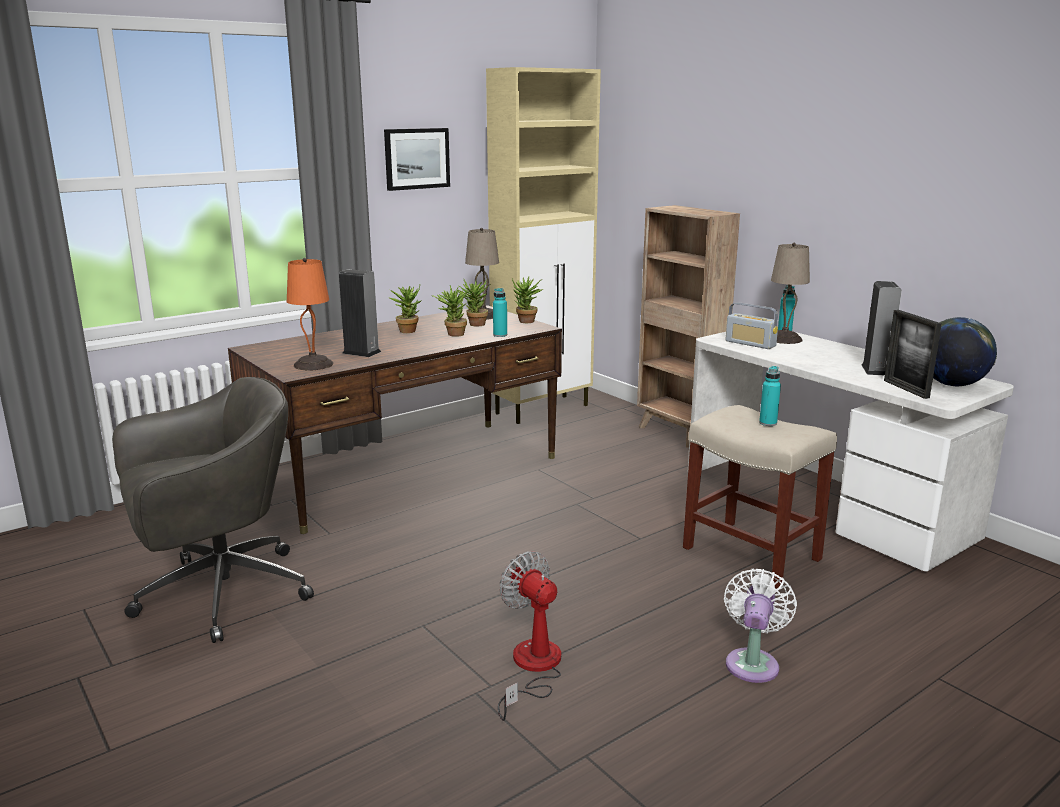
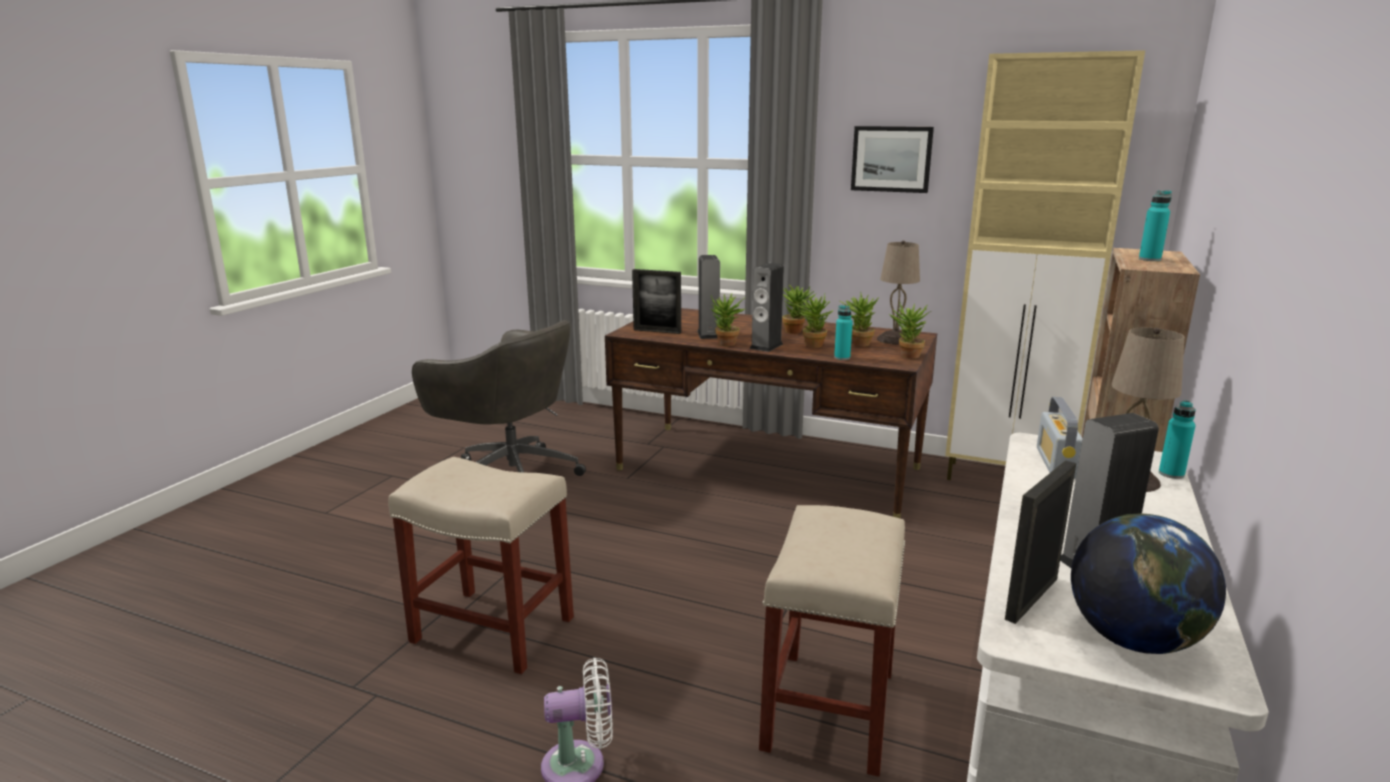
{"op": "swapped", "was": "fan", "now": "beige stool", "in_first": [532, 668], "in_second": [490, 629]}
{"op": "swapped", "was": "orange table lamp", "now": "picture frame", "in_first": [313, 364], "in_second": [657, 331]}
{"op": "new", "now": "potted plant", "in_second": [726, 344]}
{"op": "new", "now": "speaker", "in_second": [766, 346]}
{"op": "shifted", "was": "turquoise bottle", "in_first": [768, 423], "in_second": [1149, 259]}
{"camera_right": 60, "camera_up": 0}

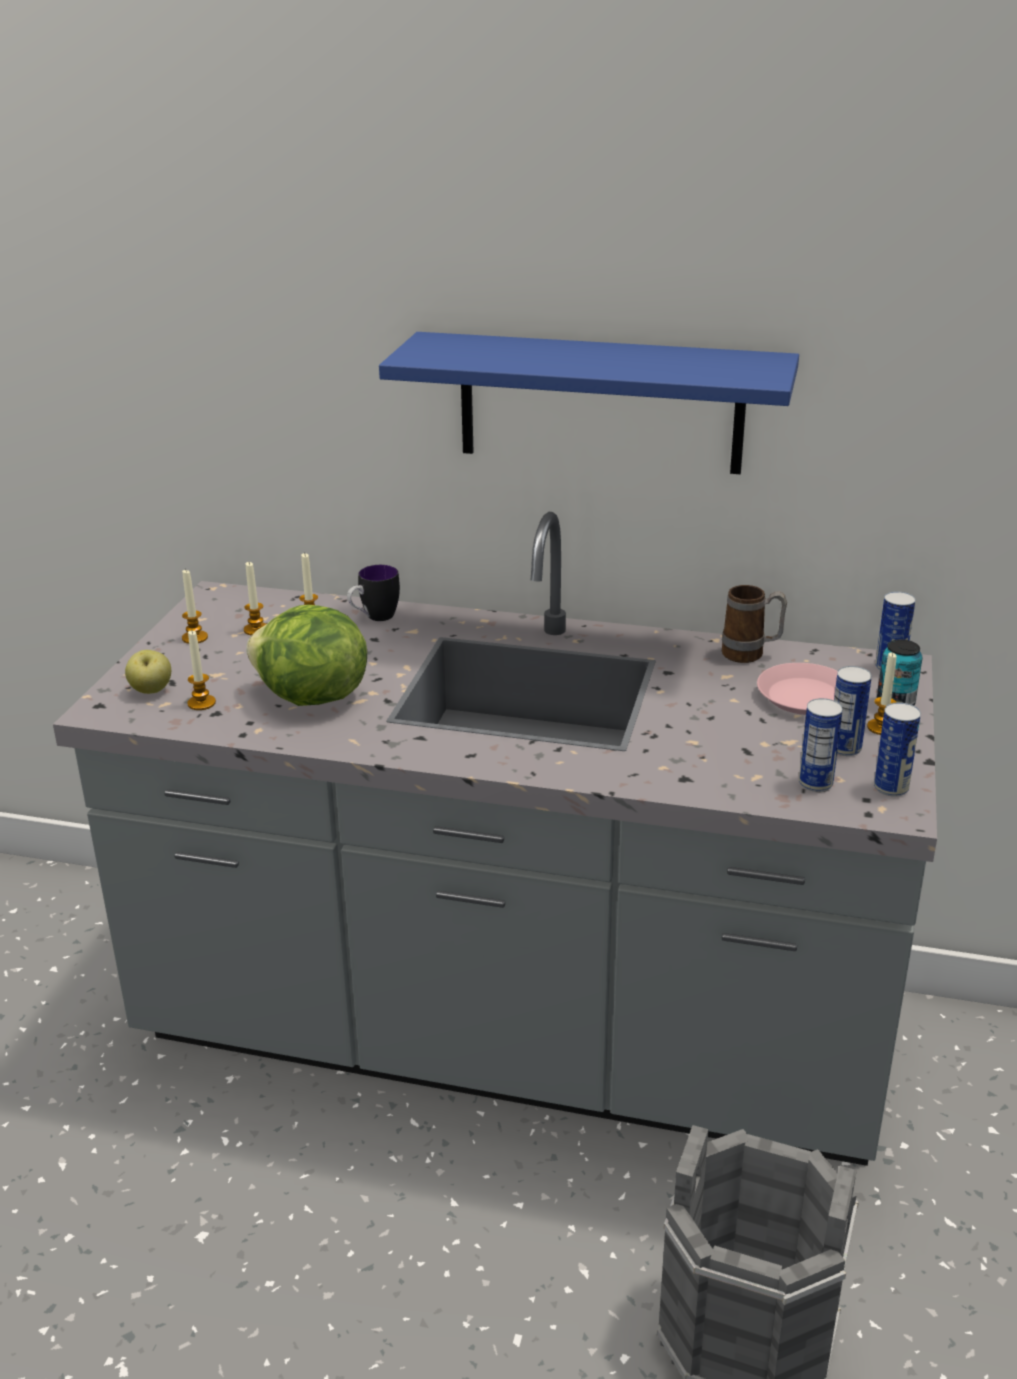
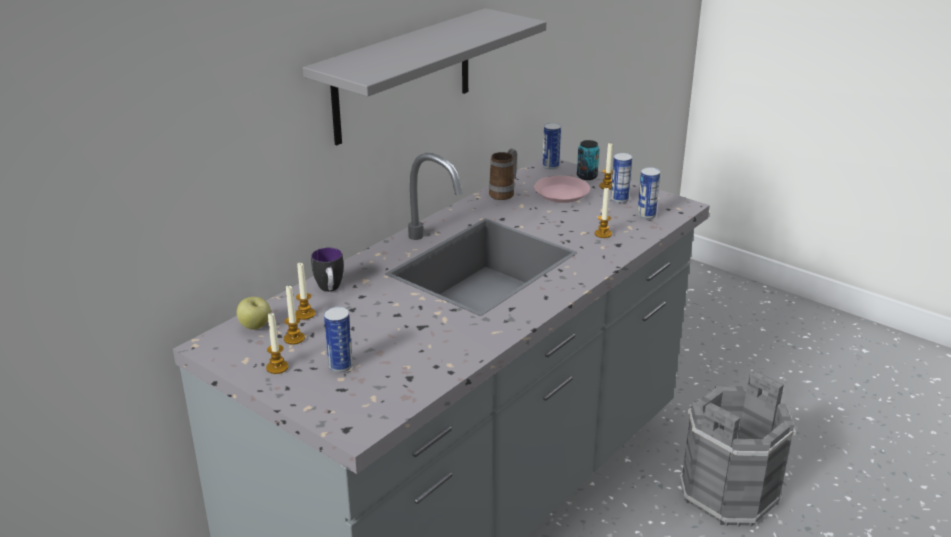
{"op": "shifted", "was": "apple", "in_first": [151, 691], "in_second": [255, 327]}
{"op": "repainted", "was": "blue shelf", "now": "grey shelf", "in_first": [600, 403], "in_second": [403, 76]}
{"op": "shifted", "was": "can", "in_first": [891, 788], "in_second": [340, 366]}
{"op": "shifted", "was": "candle", "in_first": [201, 703], "in_second": [603, 234]}
{"op": "gone", "was": "lettuce", "in_first": [311, 698]}
{"camera_right": -65, "camera_up": 0}

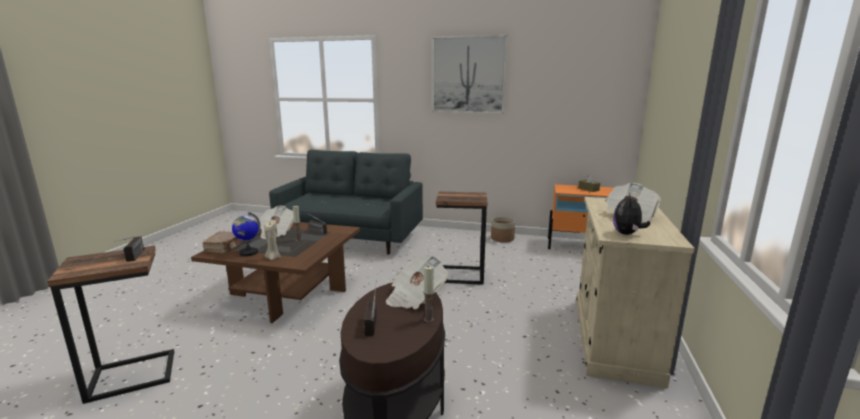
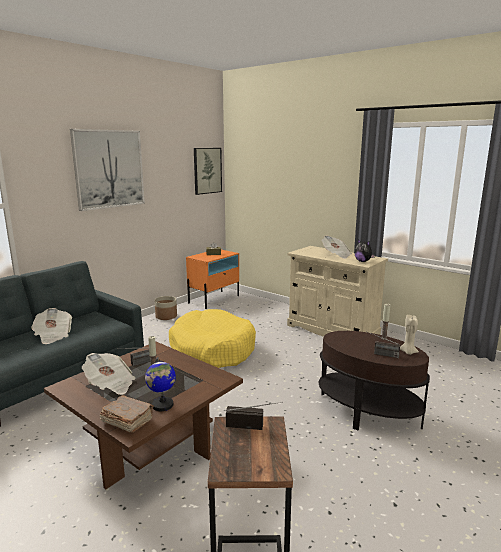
{"op": "shifted", "was": "newspaper", "in_first": [415, 297], "in_second": [53, 335]}
{"op": "swapped", "was": "side table", "now": "yellow dog bed", "in_first": [460, 276], "in_second": [212, 349]}
{"op": "new", "now": "picture", "in_second": [207, 170]}
{"op": "shifted", "was": "beige candle", "in_first": [273, 258], "in_second": [408, 352]}
{"camera_right": -65, "camera_up": 0}

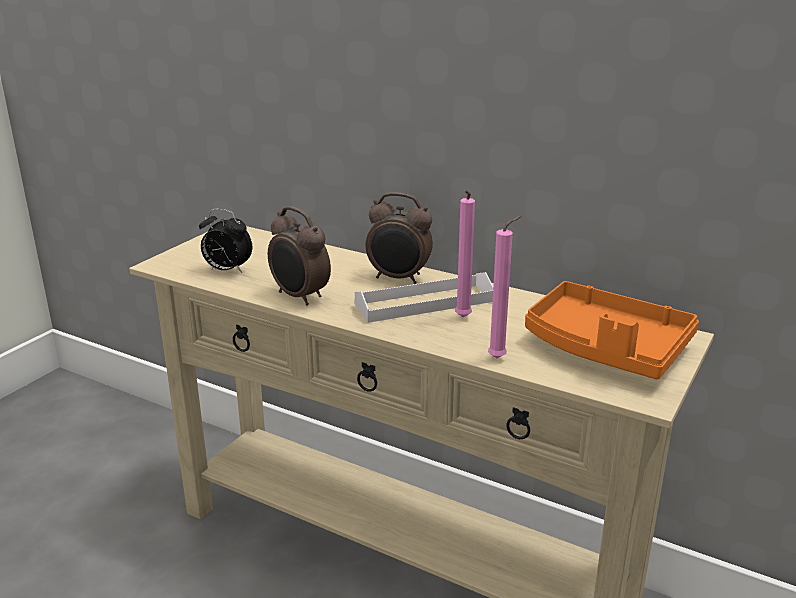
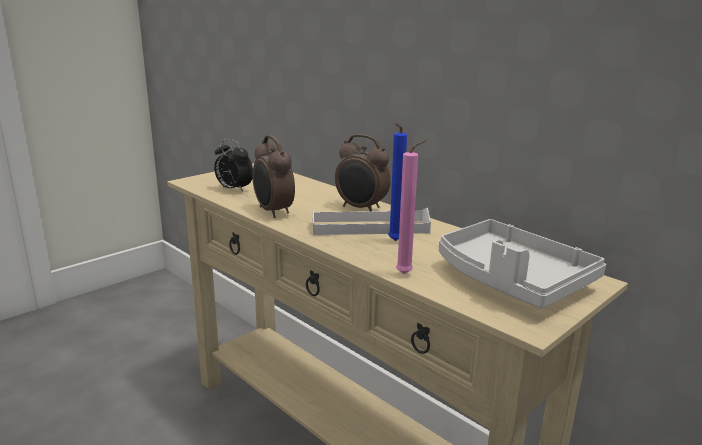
{"op": "repainted", "was": "pink candle", "now": "blue candle", "in_first": [462, 318], "in_second": [394, 241]}
{"op": "repainted", "was": "orange tray", "now": "grey tray", "in_first": [605, 348], "in_second": [510, 280]}
{"camera_right": 15, "camera_up": -5}

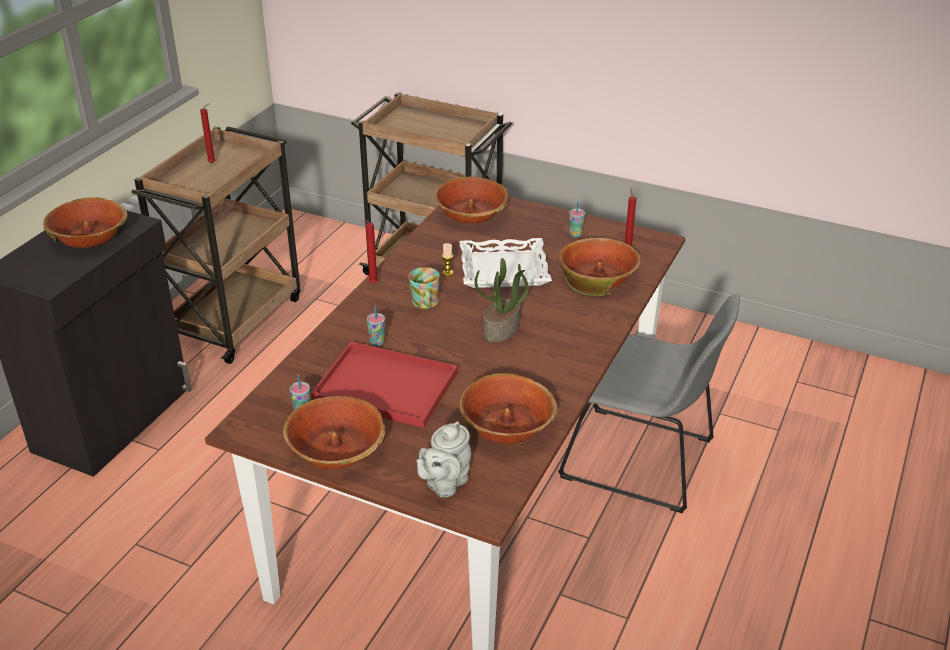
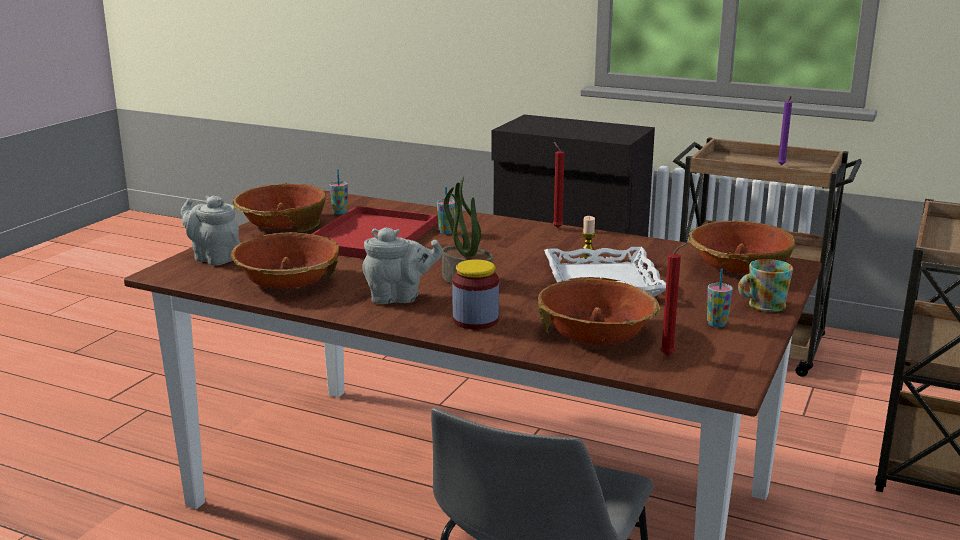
{"op": "new", "now": "grey teapot", "in_second": [399, 298]}
{"op": "new", "now": "jar", "in_second": [475, 320]}
{"op": "shifted", "was": "mug", "in_first": [425, 304], "in_second": [761, 305]}
{"op": "repainted", "was": "red candle", "now": "purple candle", "in_first": [213, 163], "in_second": [781, 165]}
{"op": "gone", "was": "bowl", "in_first": [90, 238]}
{"camera_right": 90, "camera_up": -15}

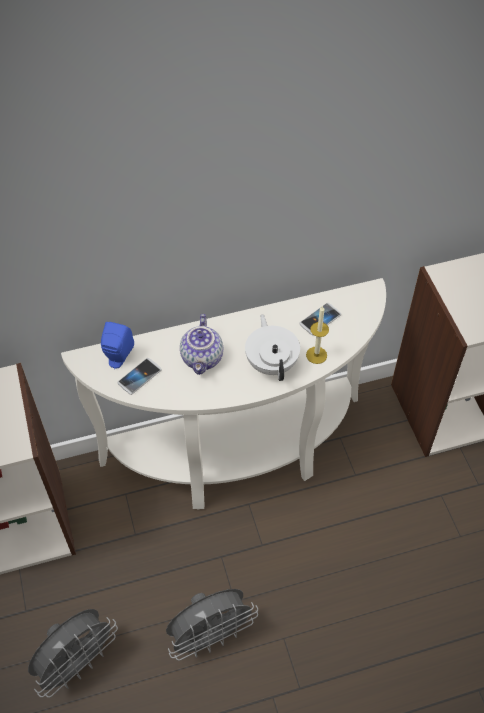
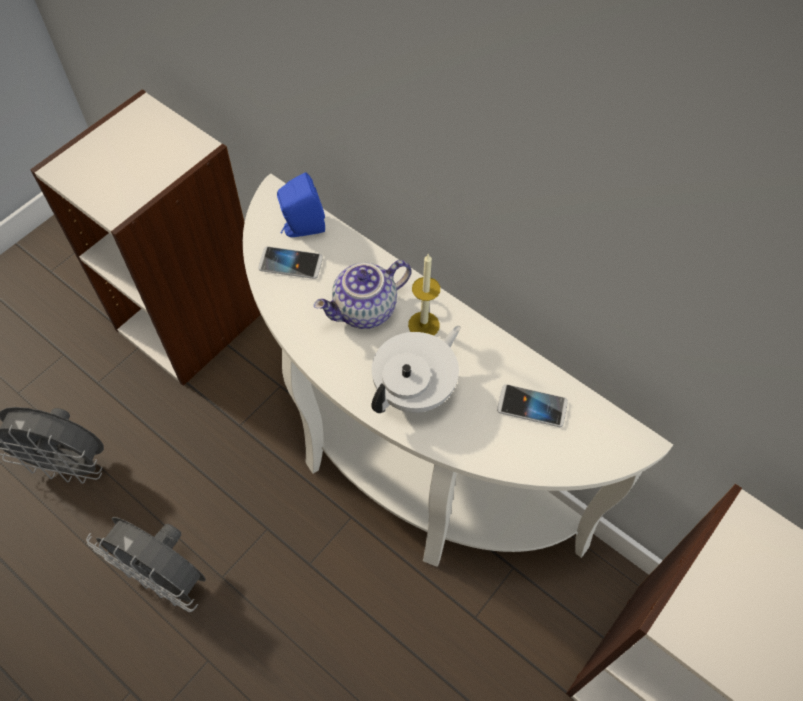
{"op": "shifted", "was": "candle", "in_first": [316, 355], "in_second": [423, 325]}
{"camera_right": 55, "camera_up": 5}

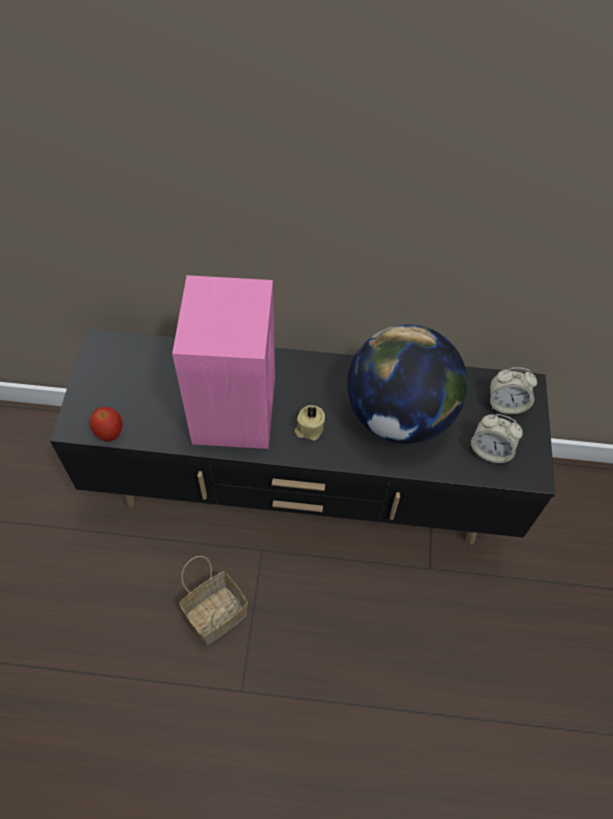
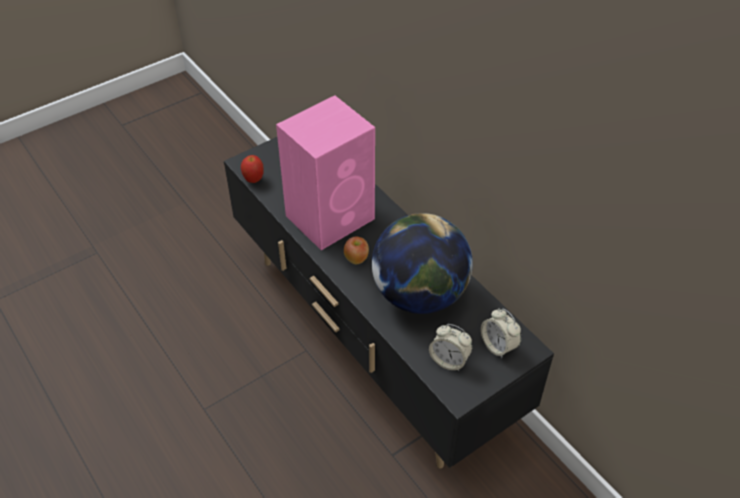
{"op": "swapped", "was": "beige candle", "now": "apple", "in_first": [309, 429], "in_second": [356, 259]}
{"op": "rotated", "was": "alarm clock", "in_first": [490, 450], "in_second": [449, 360], "clockwise": -45}
{"op": "gone", "was": "basket", "in_first": [217, 613]}
{"camera_right": 50, "camera_up": -10}

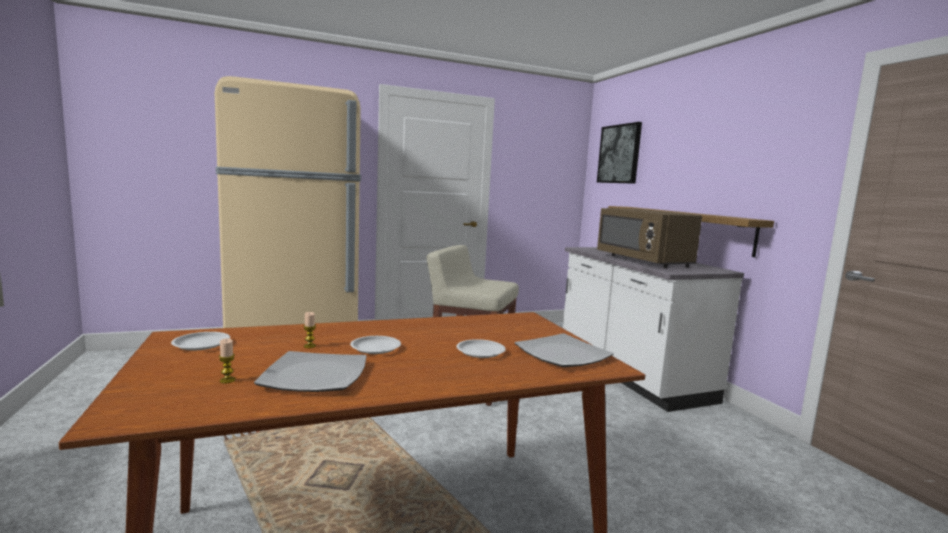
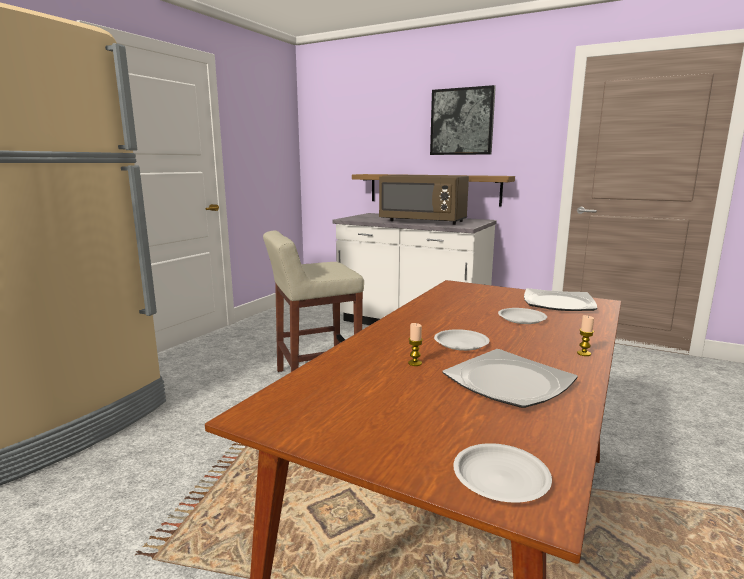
{"op": "shifted", "was": "picture", "in_first": [619, 154], "in_second": [462, 122]}
{"op": "shifted", "was": "white plate", "in_first": [202, 344], "in_second": [500, 477]}
{"op": "shifted", "was": "candle", "in_first": [227, 380], "in_second": [583, 353]}
{"camera_right": -40, "camera_up": 5}

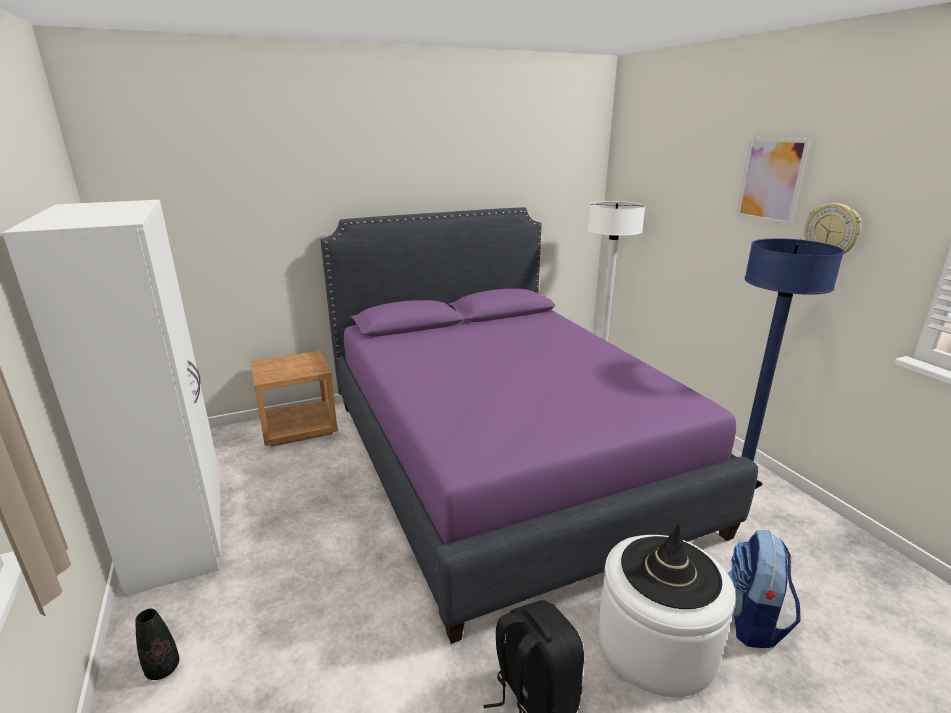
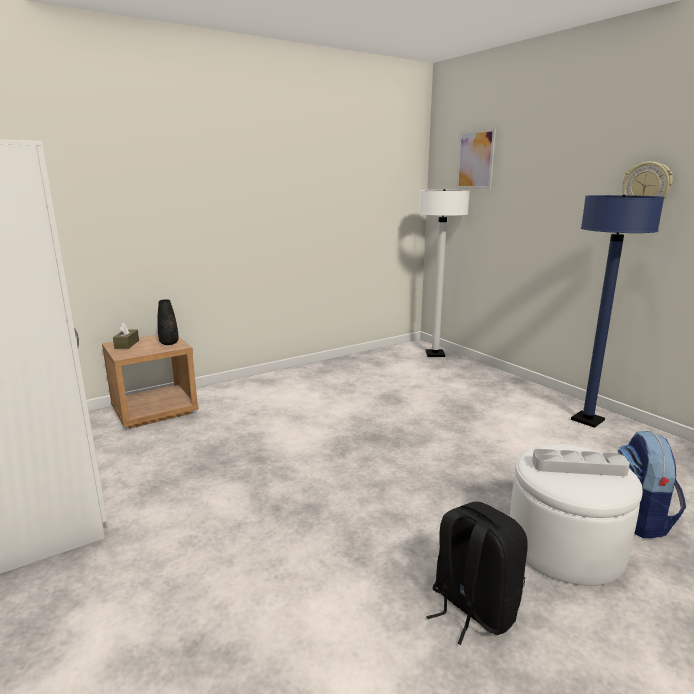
{"op": "new", "now": "brown tissue box", "in_second": [127, 344]}
{"op": "shifted", "was": "black vase", "in_first": [163, 669], "in_second": [169, 343]}
{"op": "shifted", "was": "picture", "in_first": [771, 180], "in_second": [475, 159]}
{"op": "swapped", "was": "black hat", "now": "grey tray", "in_first": [670, 571], "in_second": [578, 467]}
{"op": "gone", "was": "purple bed", "in_first": [503, 460]}
{"camera_right": -10, "camera_up": -5}

